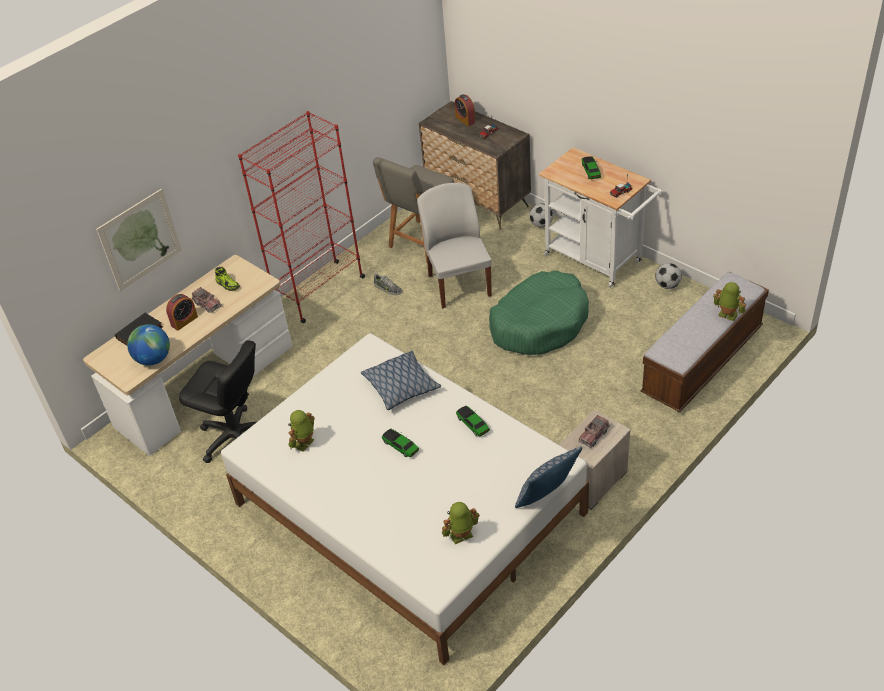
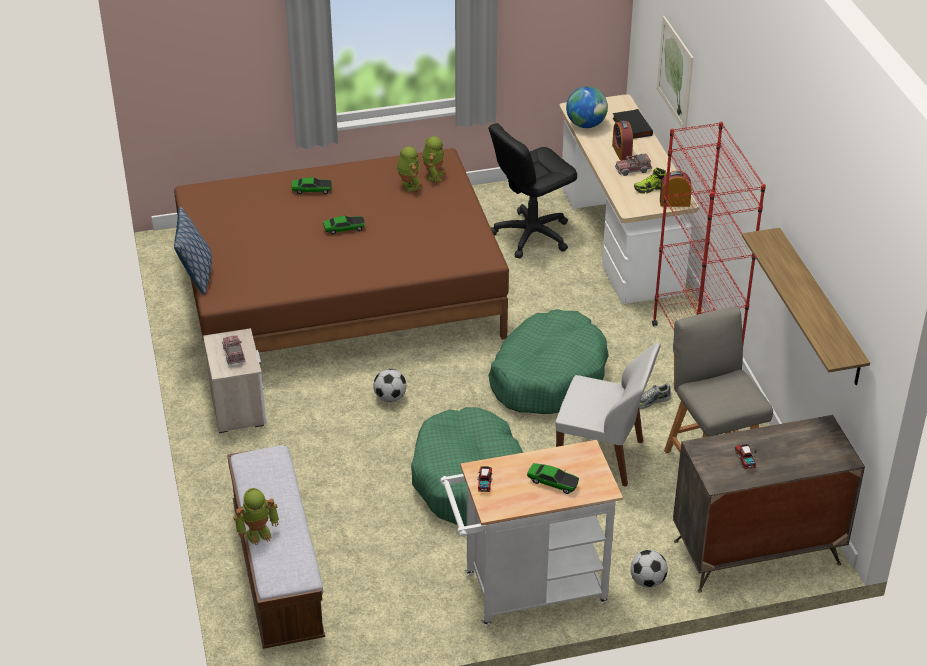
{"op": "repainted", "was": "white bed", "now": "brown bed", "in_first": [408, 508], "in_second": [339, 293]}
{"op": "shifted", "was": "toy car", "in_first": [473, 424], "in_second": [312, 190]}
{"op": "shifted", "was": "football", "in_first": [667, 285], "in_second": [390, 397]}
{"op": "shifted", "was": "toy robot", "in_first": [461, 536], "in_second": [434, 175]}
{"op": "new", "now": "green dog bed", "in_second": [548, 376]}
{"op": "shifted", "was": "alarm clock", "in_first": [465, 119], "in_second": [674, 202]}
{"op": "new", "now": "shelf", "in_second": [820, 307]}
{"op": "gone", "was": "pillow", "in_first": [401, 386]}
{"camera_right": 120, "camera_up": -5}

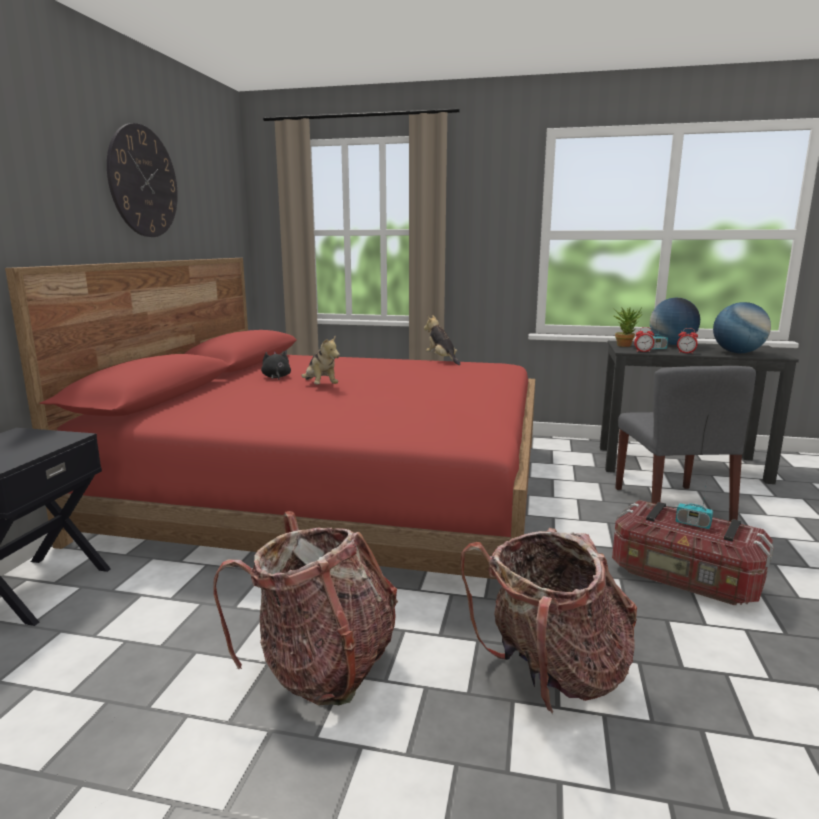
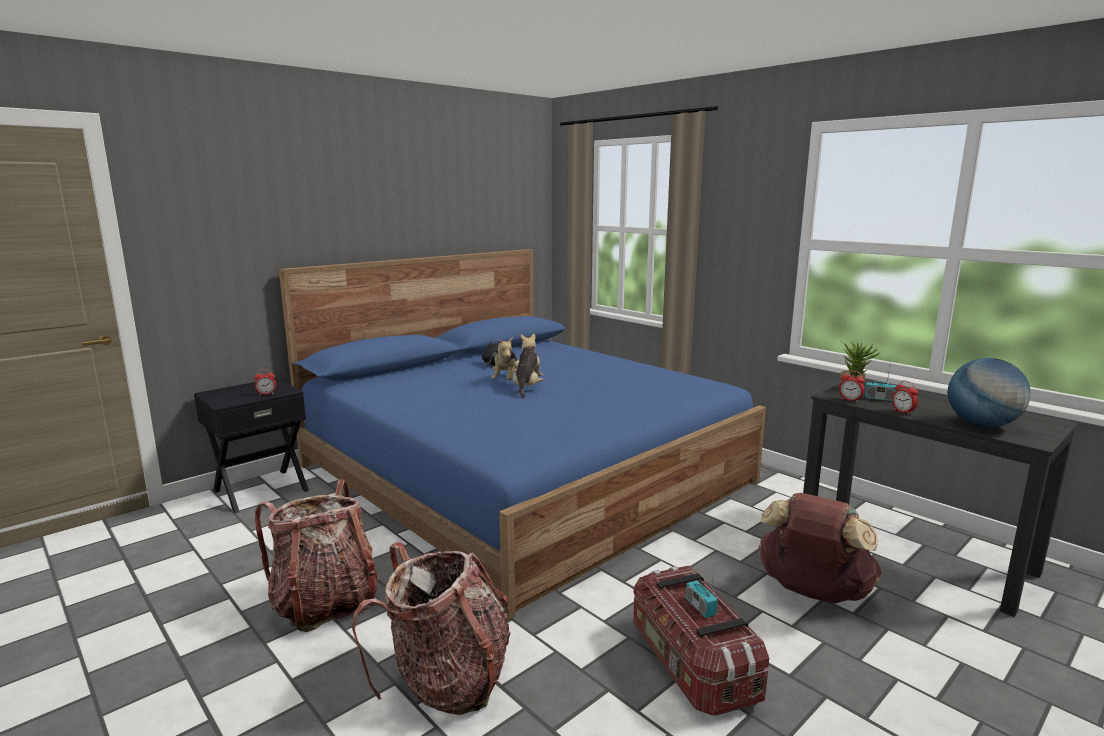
{"op": "new", "now": "alarm clock", "in_second": [266, 394]}
{"op": "repainted", "was": "red bed", "now": "blue bed", "in_first": [339, 486], "in_second": [522, 473]}
{"op": "shifted", "was": "plush toy", "in_first": [442, 360], "in_second": [527, 387]}
{"op": "swapped", "was": "grey chair", "now": "brown backpack", "in_first": [672, 506], "in_second": [812, 592]}
{"op": "gone", "was": "wall clock", "in_first": [143, 182]}
{"op": "gone", "was": "globe", "in_first": [671, 344]}
{"camera_right": 35, "camera_up": 0}

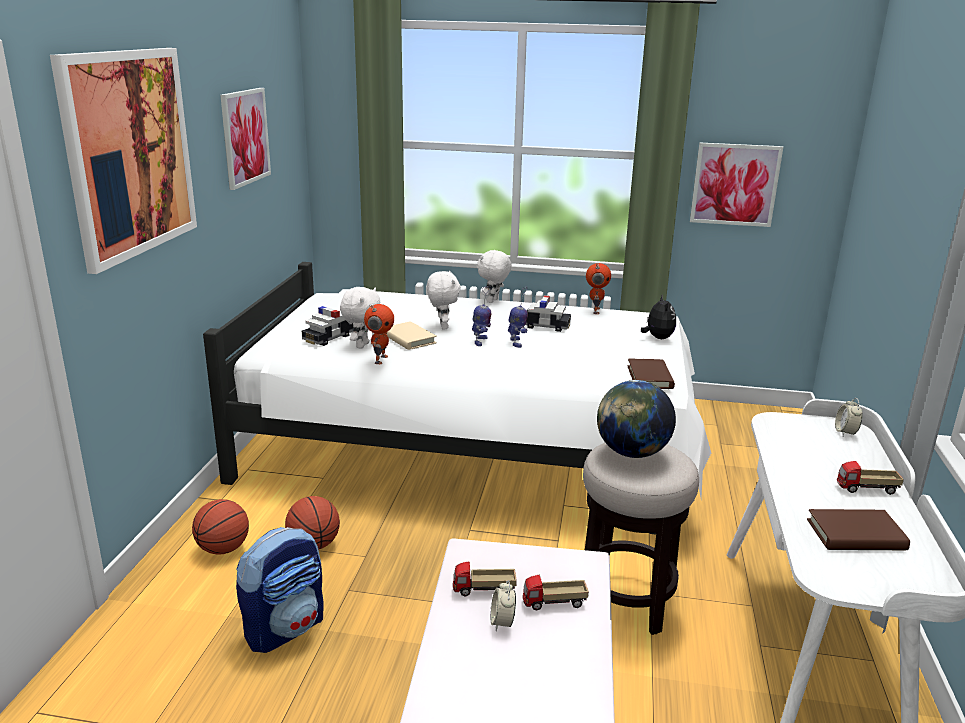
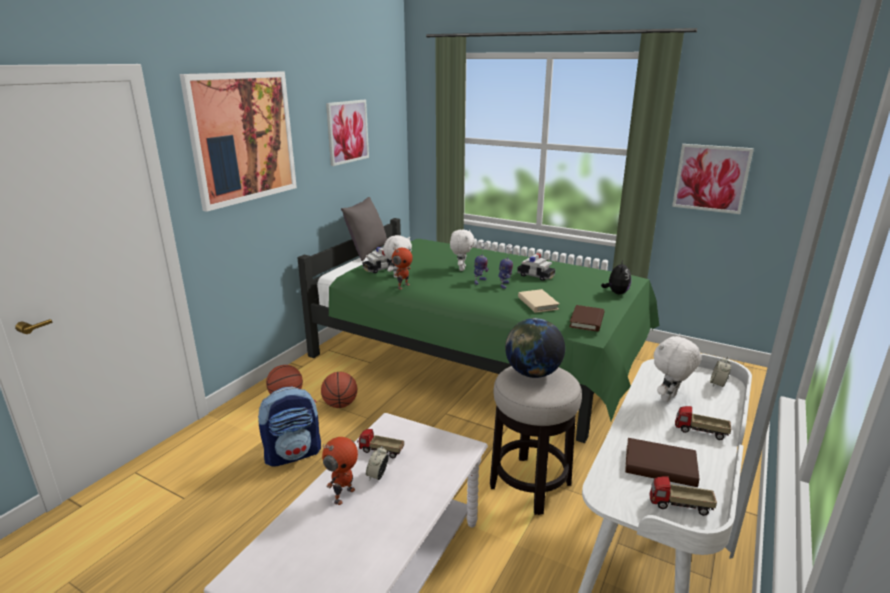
{"op": "repainted", "was": "white bed", "now": "green bed", "in_first": [474, 449], "in_second": [480, 359]}
{"op": "shifted", "was": "toy robot", "in_first": [595, 311], "in_second": [343, 495]}
{"op": "new", "now": "grey pillow", "in_second": [367, 252]}
{"op": "shifted", "was": "beige book", "in_first": [408, 339], "in_second": [537, 303]}
{"op": "shifted", "was": "toy truck", "in_first": [554, 603], "in_second": [680, 506]}
{"op": "shifted", "was": "white plush toy", "in_first": [493, 301], "in_second": [669, 398]}
{"camera_right": 20, "camera_up": 0}

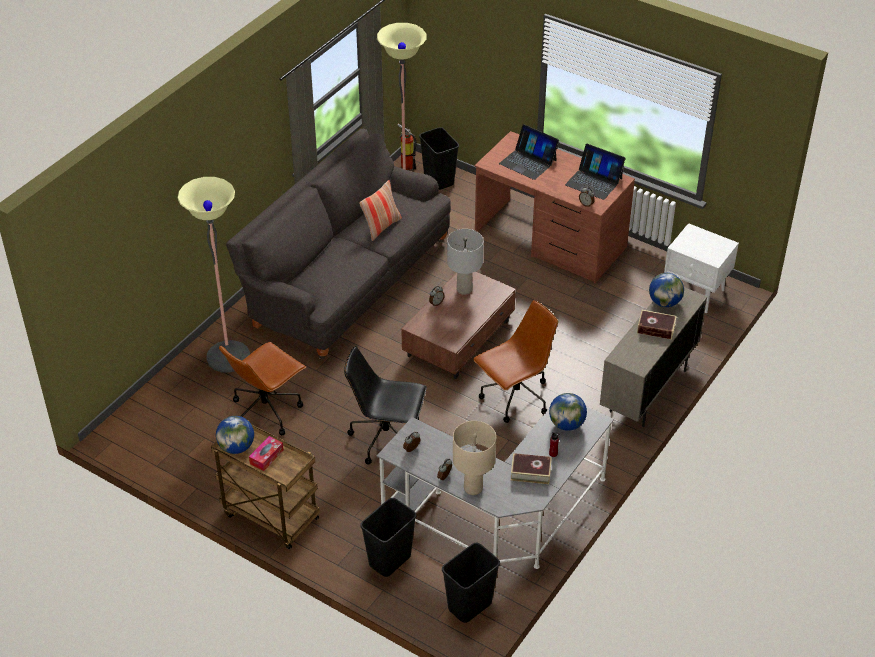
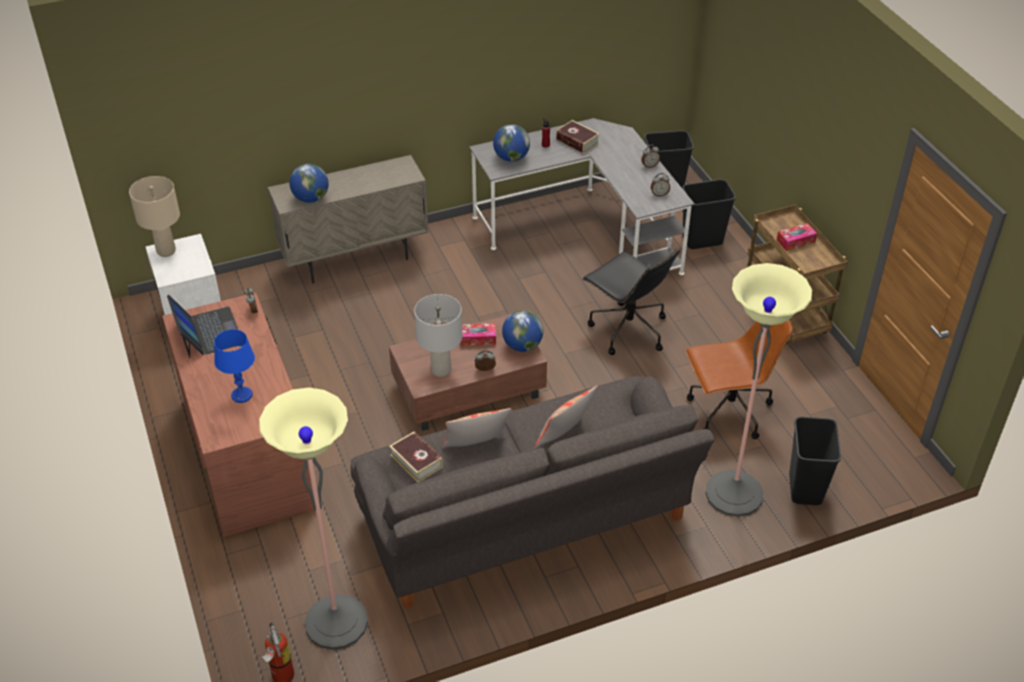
{"op": "shifted", "was": "beige table lamp", "in_first": [473, 488], "in_second": [166, 251]}
{"op": "swapped", "was": "laptop", "now": "blue table lamp", "in_first": [528, 162], "in_second": [241, 395]}
{"op": "shifted", "was": "book", "in_first": [656, 328], "in_second": [416, 461]}
{"op": "new", "now": "tissue box", "in_second": [478, 338]}
{"op": "shifted", "was": "globe", "in_first": [236, 447], "in_second": [522, 346]}
{"op": "new", "now": "pillow", "in_second": [564, 437]}
{"op": "shifted", "was": "black trash can", "in_first": [438, 180], "in_second": [806, 489]}
{"op": "gone", "was": "brown office chair", "in_first": [515, 398]}
{"camera_right": -145, "camera_up": 0}

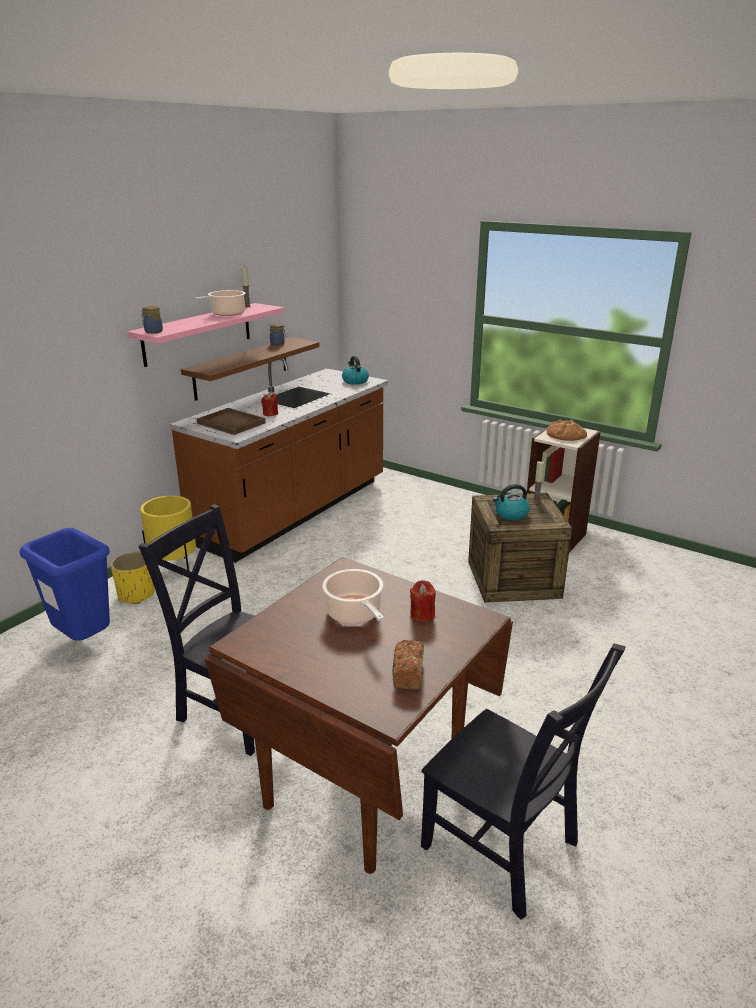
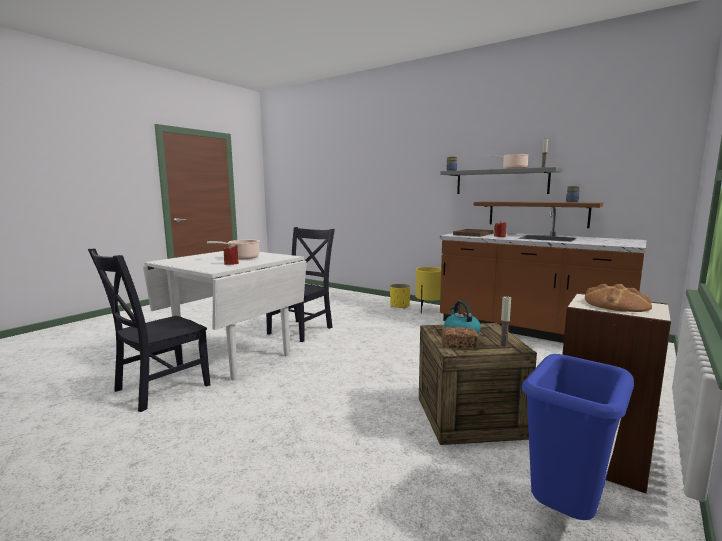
{"op": "repainted", "was": "brown dining table", "now": "white dining table", "in_first": [367, 783], "in_second": [232, 356]}
{"op": "repainted", "was": "pink shelf", "now": "grey shelf", "in_first": [198, 334], "in_second": [501, 182]}
{"op": "shifted", "was": "bread", "in_first": [408, 673], "in_second": [459, 345]}
{"op": "shifted", "was": "blue trash can", "in_first": [84, 641], "in_second": [565, 515]}
{"op": "gone", "was": "kettle", "in_first": [355, 381]}
{"camera_right": 90, "camera_up": -15}

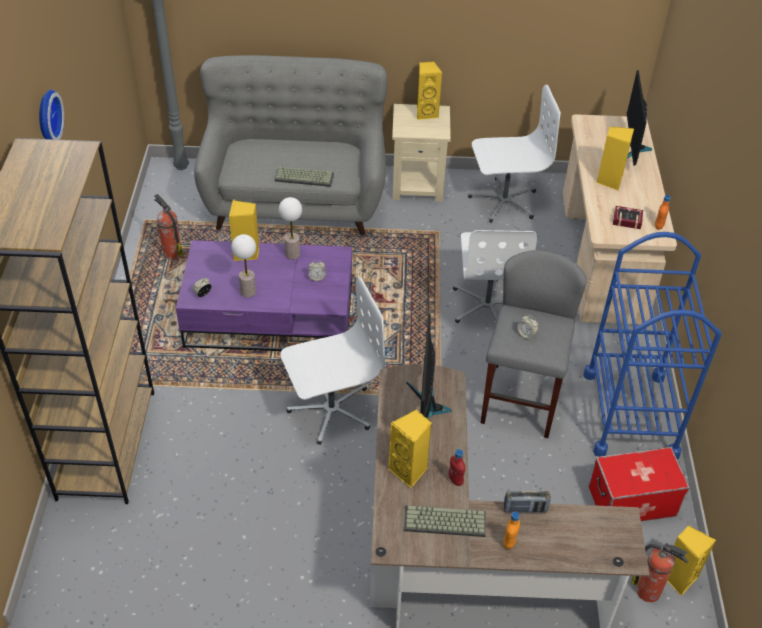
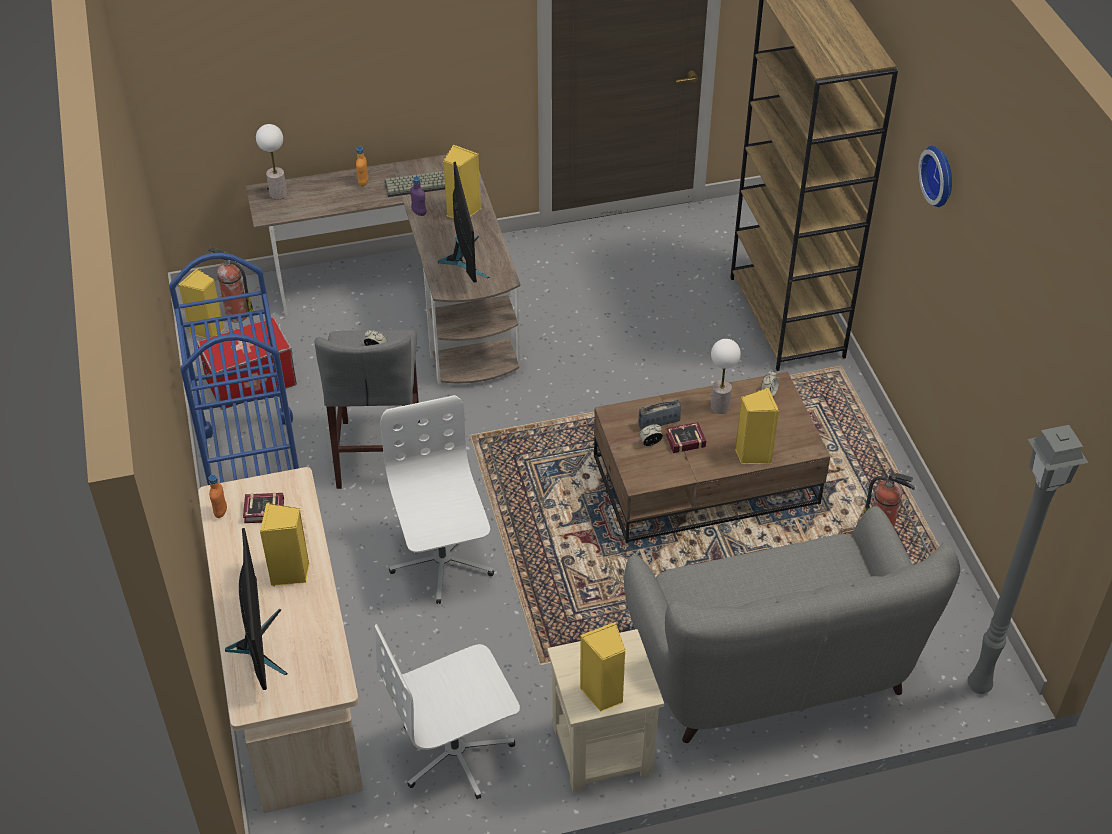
{"op": "shifted", "was": "table lamp", "in_first": [292, 254], "in_second": [278, 194]}
{"op": "repainted", "was": "red bottle", "now": "purple bottle", "in_first": [455, 480], "in_second": [419, 213]}
{"op": "repainted", "was": "purple coffee table", "now": "brown coffee table", "in_first": [271, 316], "in_second": [704, 481]}
{"op": "shifted", "was": "radio", "in_first": [525, 509], "in_second": [659, 423]}
{"op": "new", "now": "book", "in_second": [683, 440]}
{"op": "gone", "was": "keyboard", "in_first": [305, 177]}
{"op": "gone", "was": "white office chair", "in_first": [331, 410]}
{"camera_right": 165, "camera_up": 0}

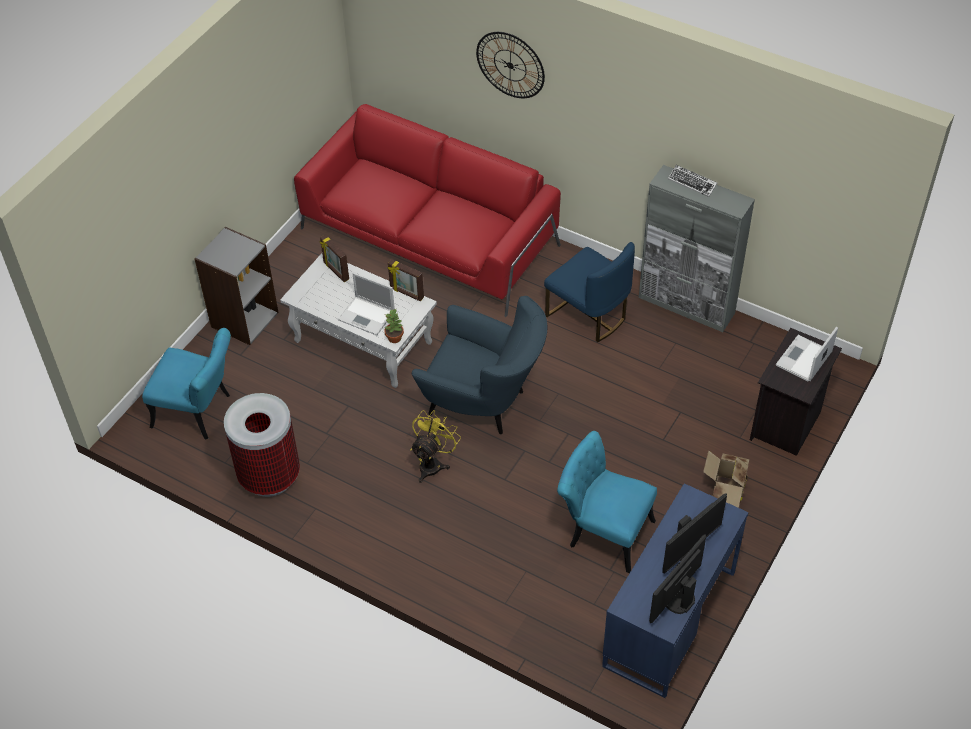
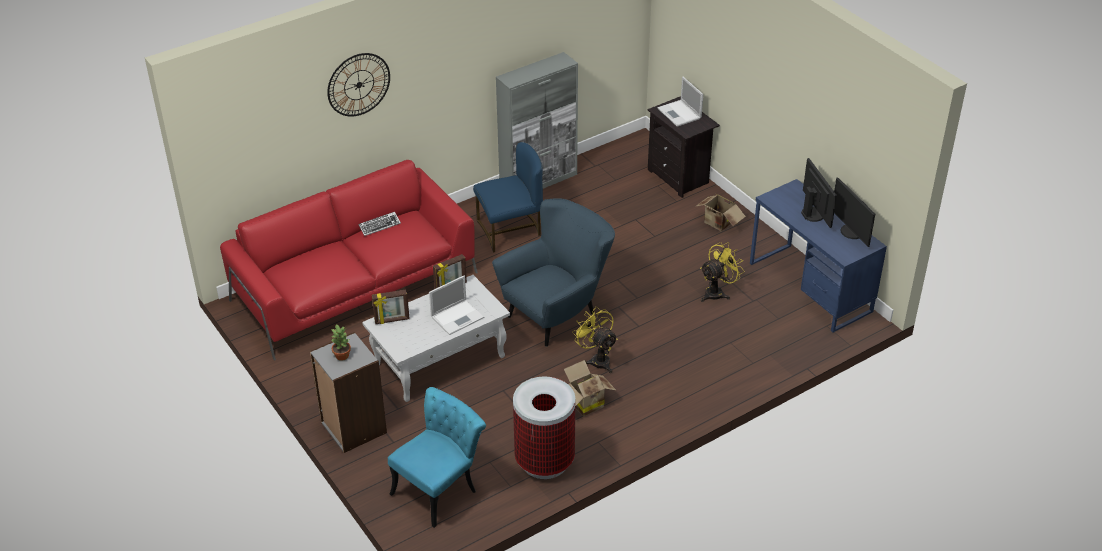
{"op": "shifted", "was": "potted plant", "in_first": [395, 338], "in_second": [342, 355]}
{"op": "shifted", "was": "keyboard", "in_first": [692, 183], "in_second": [379, 226]}
{"op": "new", "now": "cardboard box", "in_second": [584, 403]}
{"op": "swapped", "was": "turquoise chair", "now": "yellow fan", "in_first": [603, 531], "in_second": [717, 292]}
{"camera_right": -65, "camera_up": -10}

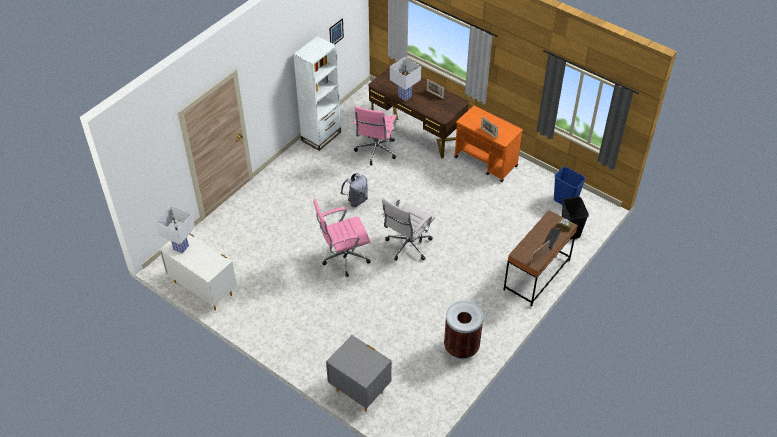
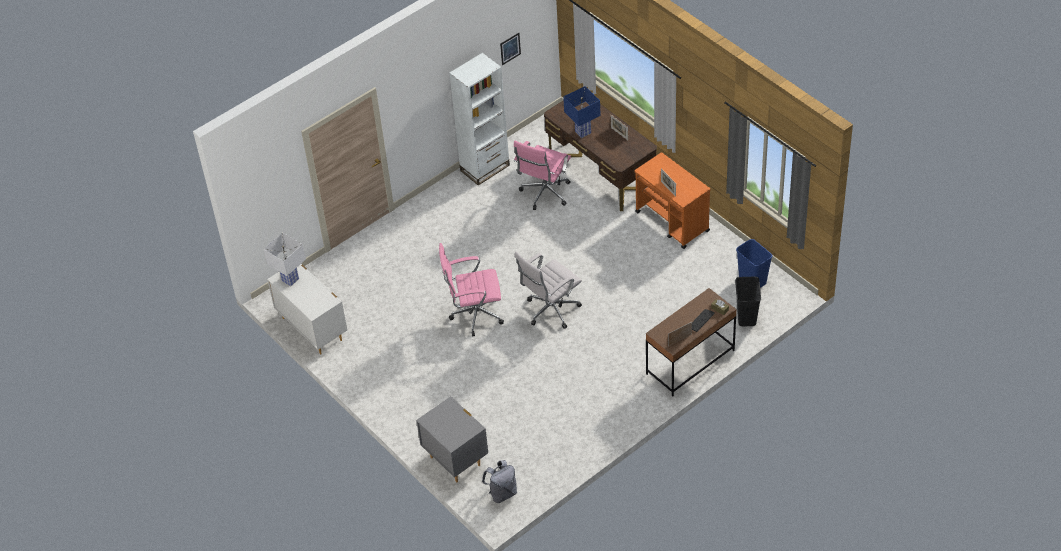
{"op": "shifted", "was": "grey backpack", "in_first": [356, 200], "in_second": [502, 493]}
{"op": "repainted", "was": "white table lamp", "now": "blue table lamp", "in_first": [405, 96], "in_second": [583, 132]}
{"op": "gone", "was": "brown trash can", "in_first": [461, 347]}
{"camera_right": 15, "camera_up": 0}

